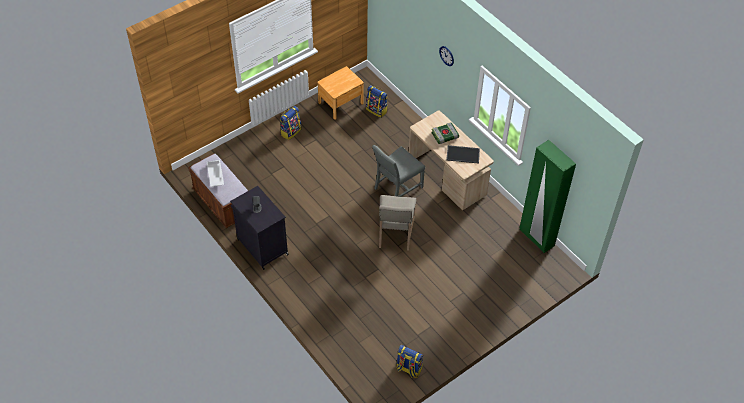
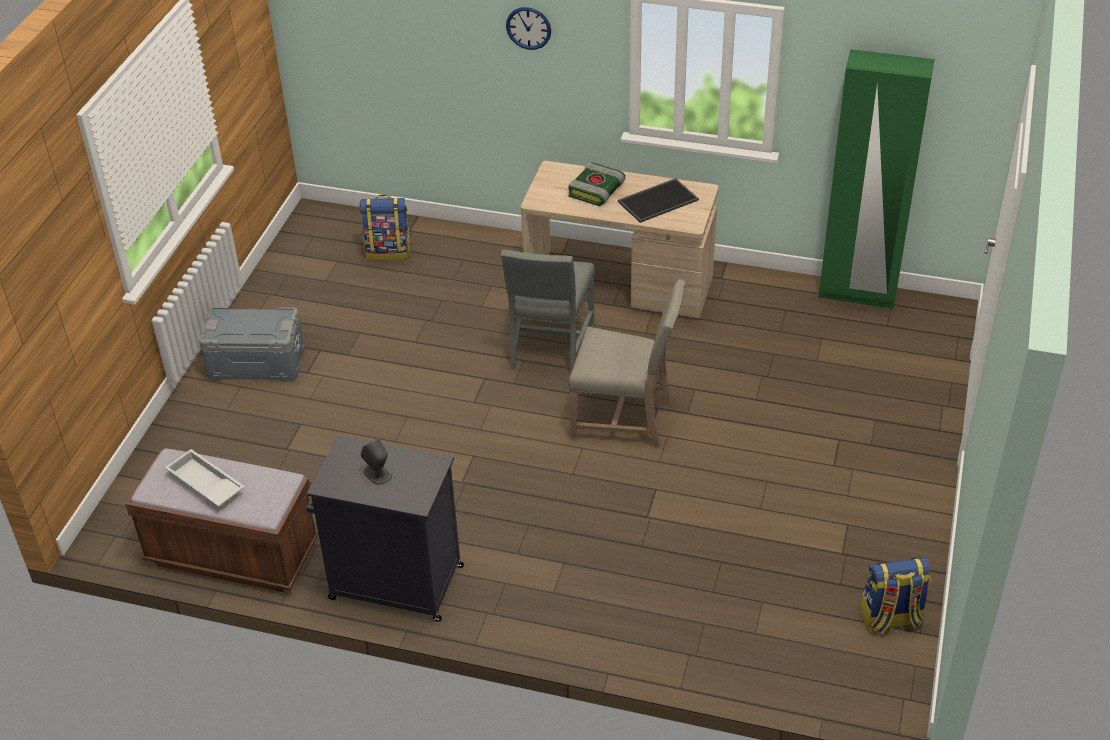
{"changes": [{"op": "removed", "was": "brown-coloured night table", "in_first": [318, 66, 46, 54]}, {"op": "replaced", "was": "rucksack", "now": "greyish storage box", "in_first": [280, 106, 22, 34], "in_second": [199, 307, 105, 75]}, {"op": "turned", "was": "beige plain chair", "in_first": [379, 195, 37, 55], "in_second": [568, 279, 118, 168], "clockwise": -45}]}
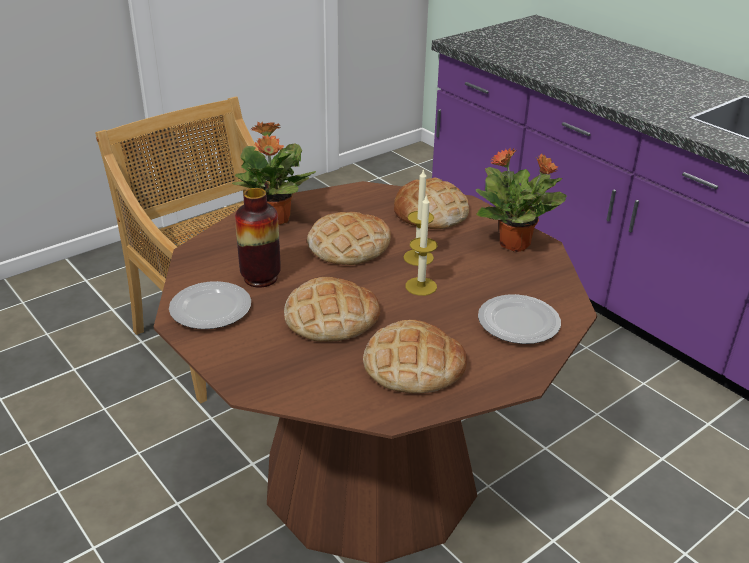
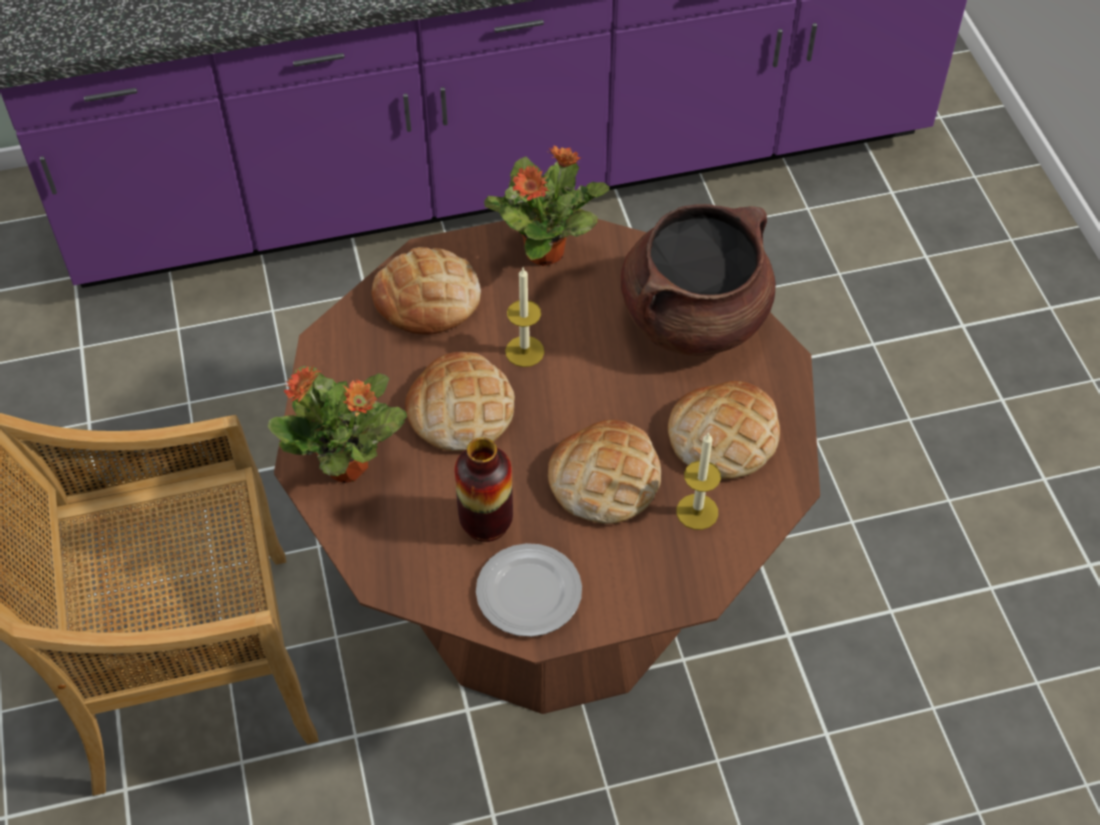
{"changes": [{"op": "moved", "was": "wax candle", "in_first": [405, 194, 33, 102], "in_second": [677, 432, 44, 98]}, {"op": "replaced", "was": "flat dish", "now": "brown-coloured cooking pot", "in_first": [478, 294, 83, 50], "in_second": [621, 204, 154, 152]}]}
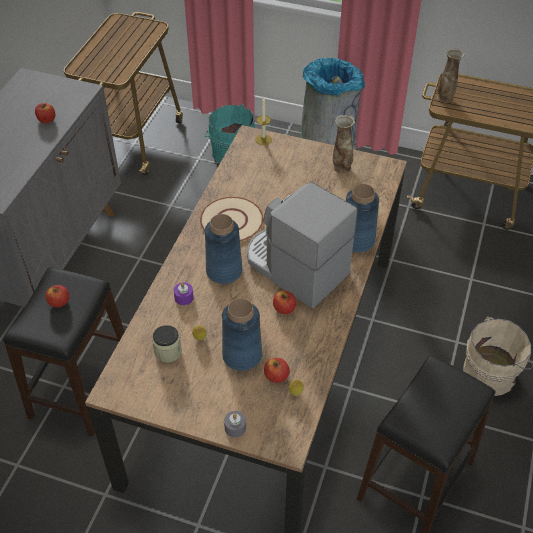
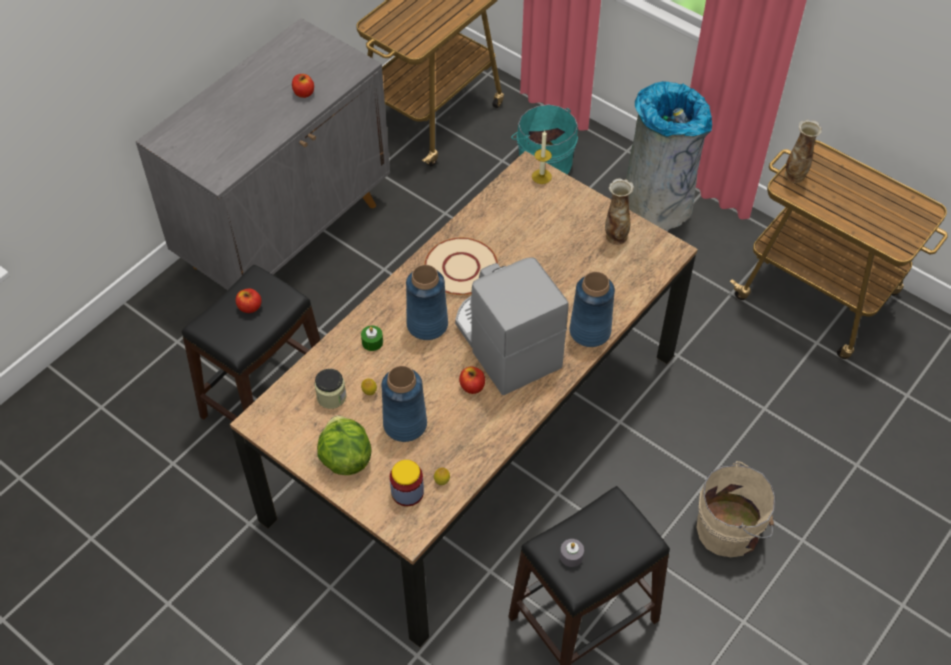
{"changes": [{"op": "removed", "was": "apple fruit", "in_first": [264, 358, 26, 25]}, {"op": "added", "now": "lettuce head", "in_second": [317, 415, 55, 60]}, {"op": "added", "now": "storage jar", "in_second": [390, 460, 34, 46]}, {"op": "moved", "was": "greyish wax candle", "in_first": [224, 411, 22, 26], "in_second": [560, 539, 24, 28]}, {"op": "recoloured", "was": "purple wax candle", "now": "green-coloured wax candle", "in_first": [174, 282, 20, 23], "in_second": [361, 325, 22, 26]}]}
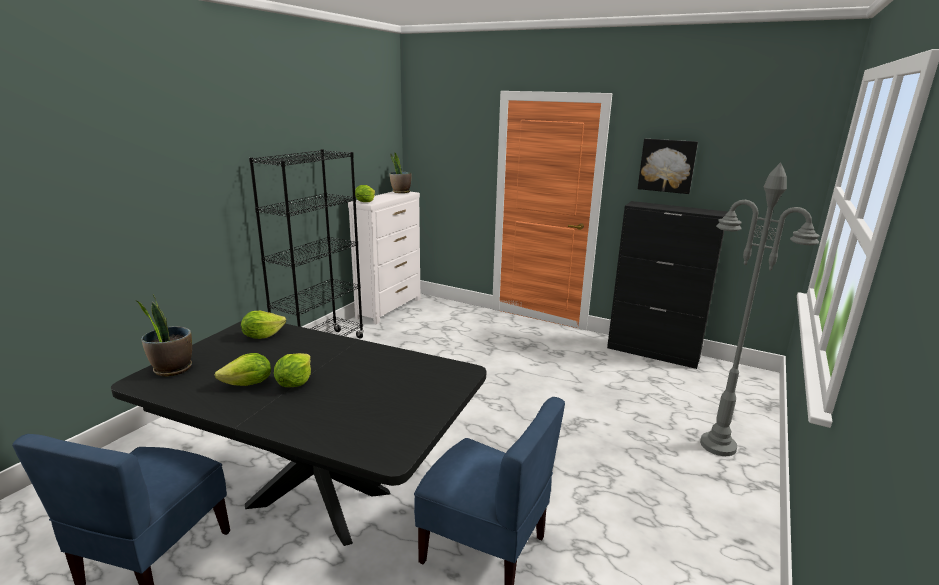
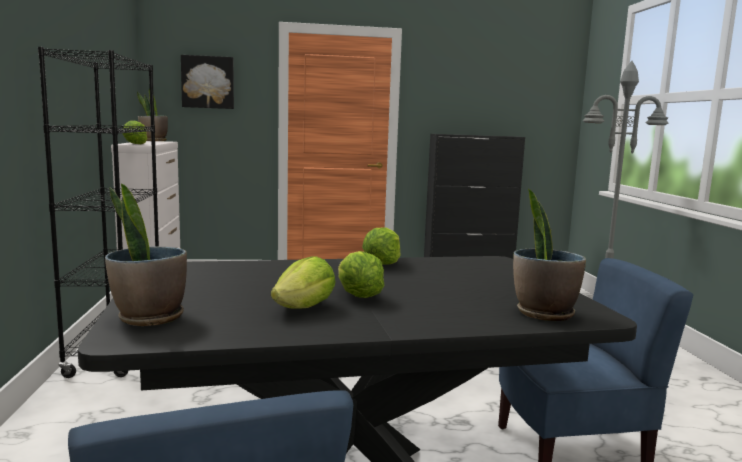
{"changes": [{"op": "added", "now": "potted plant", "in_second": [513, 189, 73, 132]}, {"op": "moved", "was": "lettuce head", "in_first": [241, 311, 45, 28], "in_second": [362, 227, 38, 38]}, {"op": "moved", "was": "wall art", "in_first": [638, 139, 60, 55], "in_second": [181, 55, 53, 54]}]}
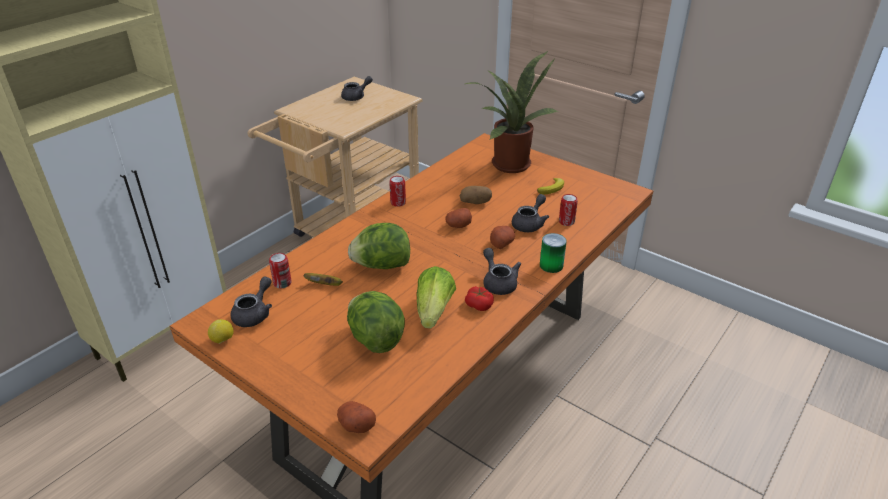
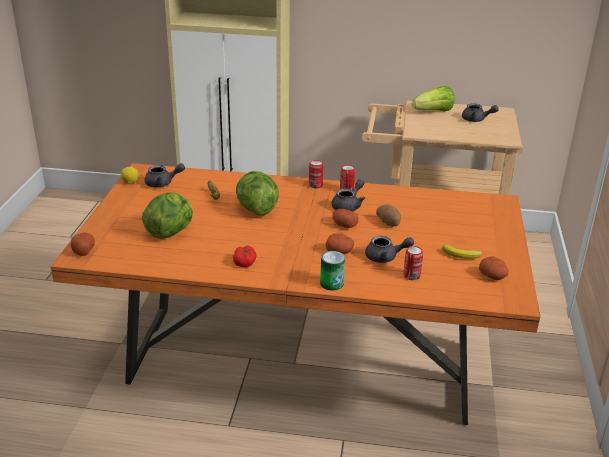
{"changes": [{"op": "removed", "was": "potted plant", "in_first": [465, 51, 93, 122]}, {"op": "added", "now": "whole potato", "in_second": [479, 257, 30, 23]}, {"op": "moved", "was": "sealed can", "in_first": [269, 253, 22, 35], "in_second": [309, 160, 15, 29]}, {"op": "moved", "was": "lettuce head", "in_first": [417, 266, 39, 62], "in_second": [412, 86, 43, 26]}, {"op": "moved", "was": "greyish pot for tea", "in_first": [483, 248, 38, 47], "in_second": [332, 179, 33, 32]}]}
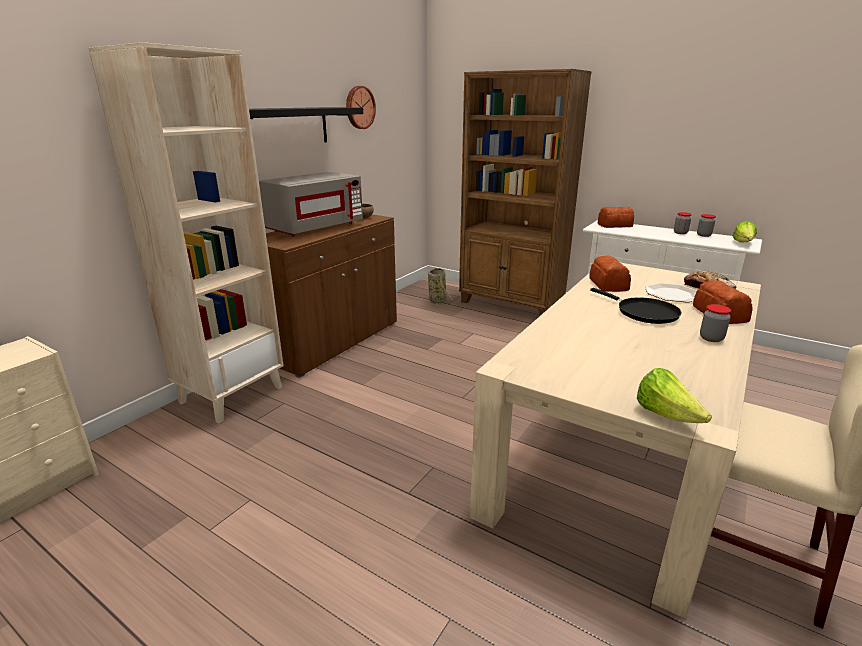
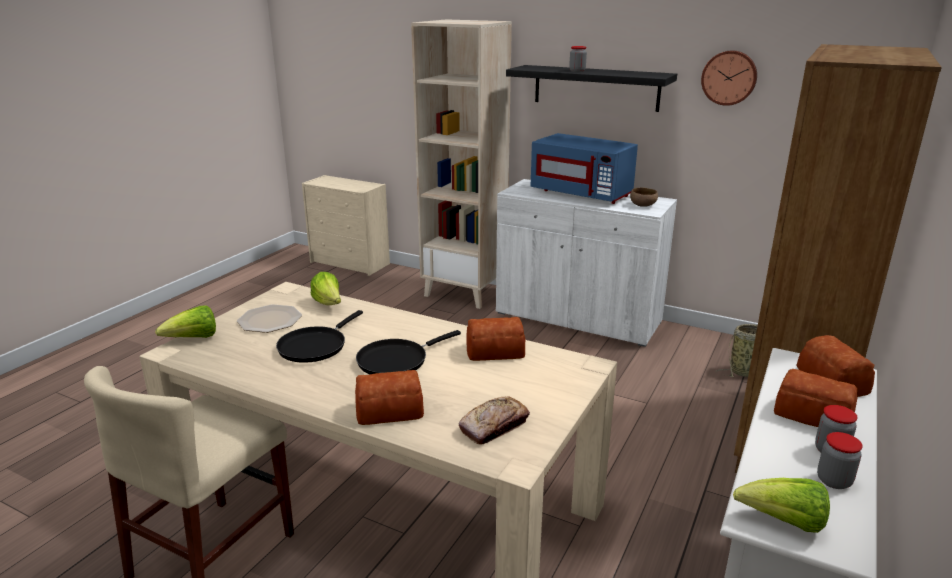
{"changes": [{"op": "added", "now": "blackish skillet", "in_second": [276, 310, 87, 53]}, {"op": "added", "now": "lettuce head", "in_second": [310, 272, 31, 33]}, {"op": "added", "now": "bakery bread", "in_second": [774, 369, 83, 58]}, {"op": "moved", "was": "flat dish", "in_first": [645, 283, 52, 19], "in_second": [237, 304, 65, 29]}, {"op": "moved", "was": "storage jar", "in_first": [700, 304, 31, 38], "in_second": [569, 46, 18, 26]}, {"op": "recoloured", "was": "greyish kitchen microwave", "now": "bluish kitchen microwave", "in_first": [259, 172, 104, 65], "in_second": [530, 133, 108, 71]}, {"op": "recoloured", "was": "brown-coloured cupboard", "now": "white-coloured cupboard", "in_first": [266, 215, 131, 163], "in_second": [496, 179, 181, 168]}]}
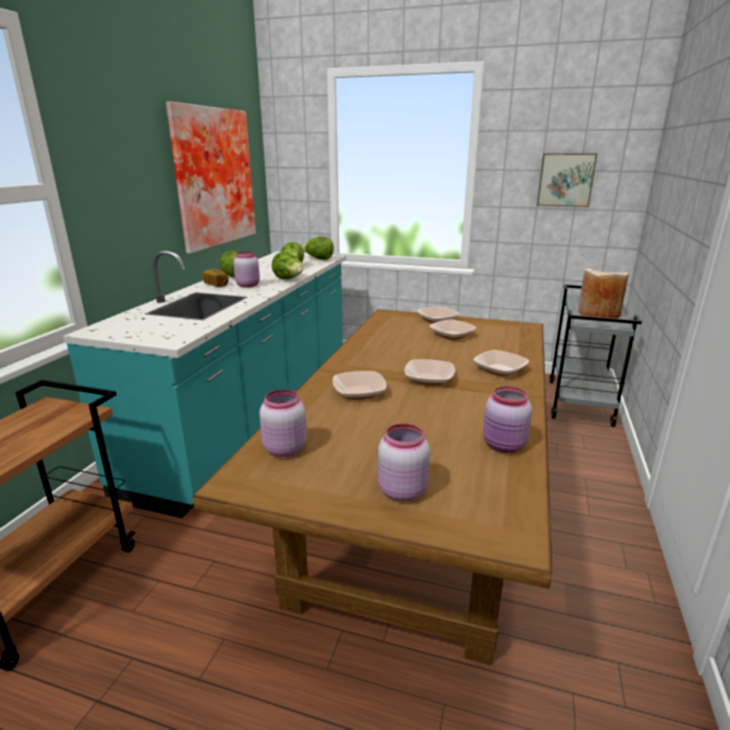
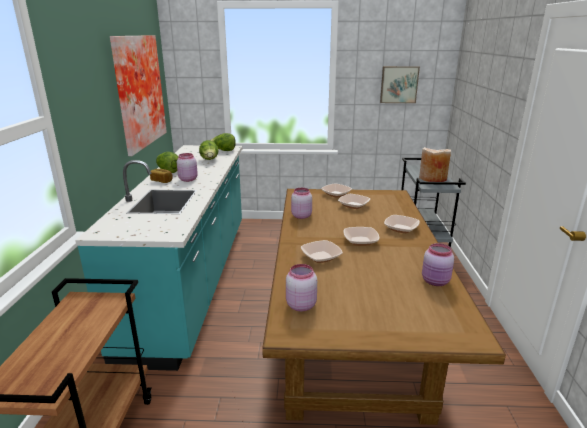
{"changes": [{"op": "removed", "was": "lettuce head", "in_first": [272, 252, 31, 27]}, {"op": "moved", "was": "pinkish storage jar", "in_first": [378, 424, 52, 78], "in_second": [291, 188, 21, 31]}]}
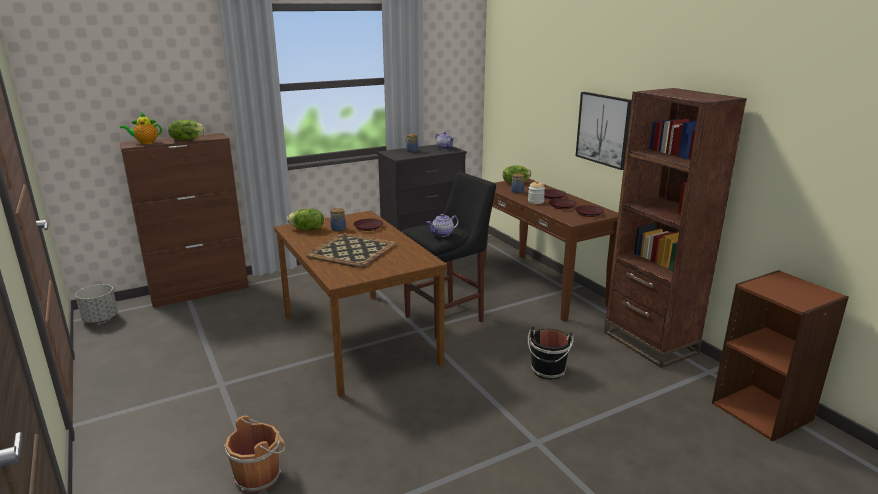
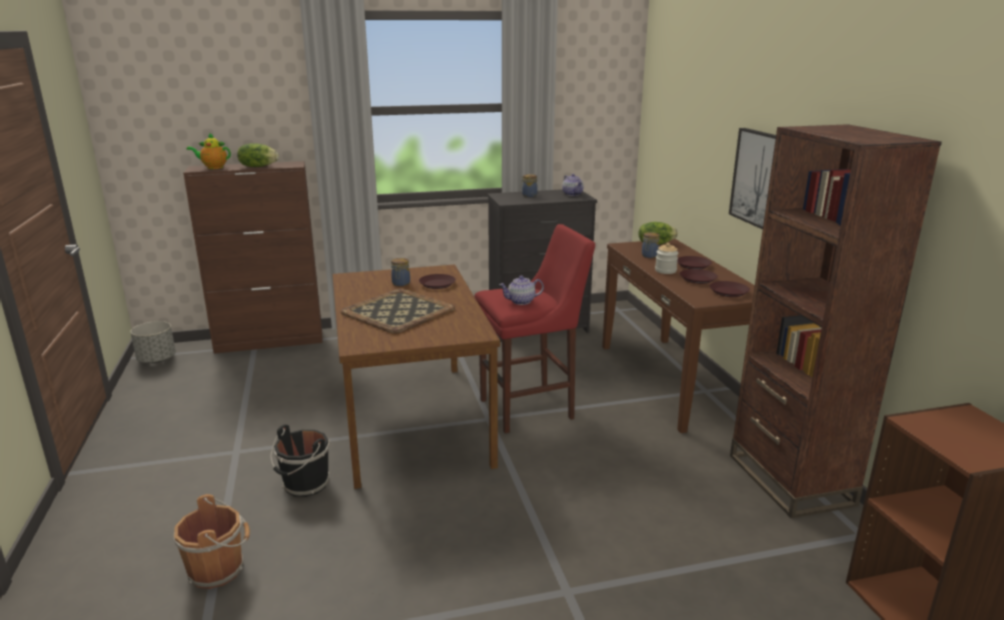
{"changes": [{"op": "removed", "was": "lettuce head", "in_first": [287, 209, 37, 21]}, {"op": "moved", "was": "blackish water bucket", "in_first": [528, 327, 46, 53], "in_second": [270, 424, 60, 73]}, {"op": "recoloured", "was": "blackish stool", "now": "red stool", "in_first": [401, 172, 95, 167], "in_second": [474, 224, 121, 209]}]}
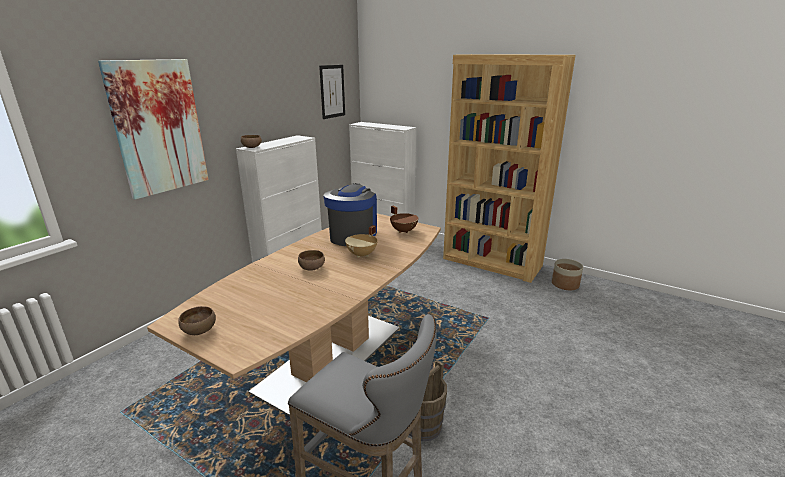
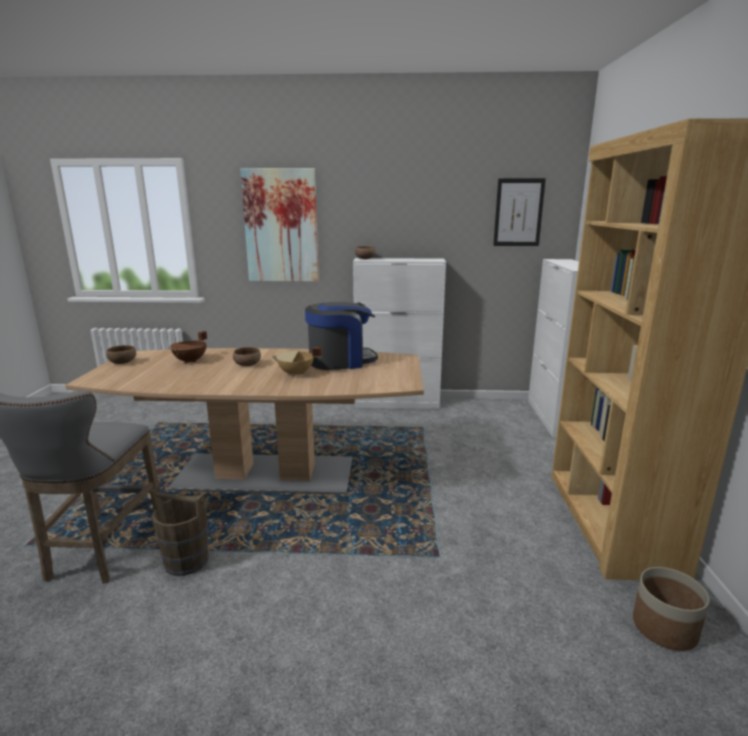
{"changes": [{"op": "moved", "was": "brown-coloured cooking pot", "in_first": [390, 206, 29, 28], "in_second": [170, 331, 37, 33]}]}
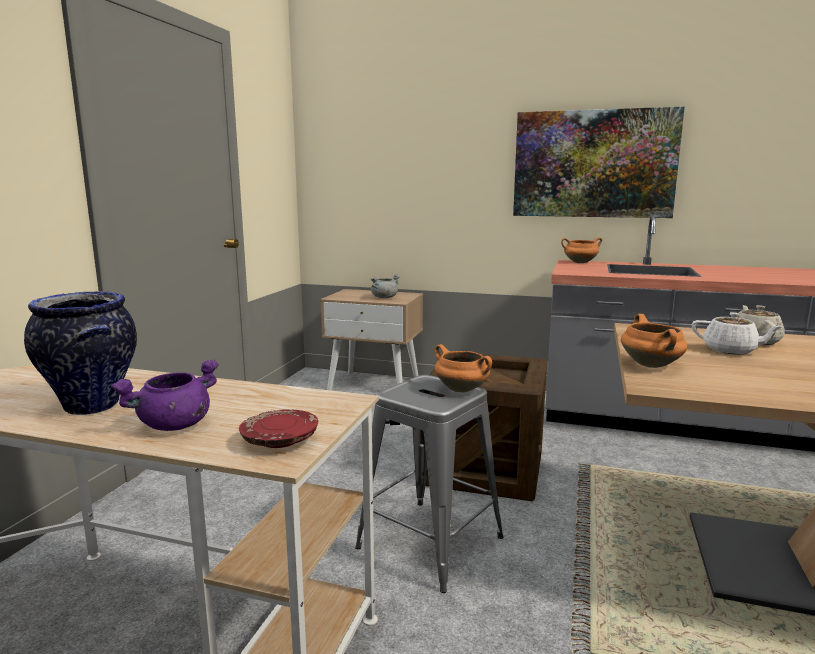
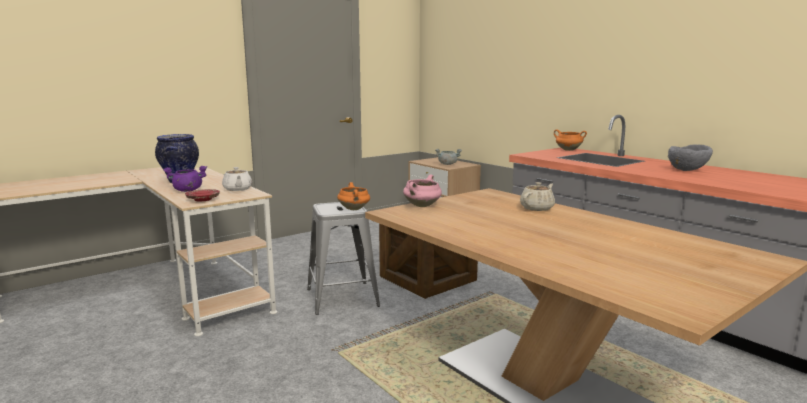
{"changes": [{"op": "removed", "was": "wall art", "in_first": [513, 106, 172, 112]}, {"op": "added", "now": "greyish bowl", "in_second": [668, 144, 45, 27]}, {"op": "moved", "was": "white-coloured pot for tea", "in_first": [691, 312, 93, 43], "in_second": [222, 167, 30, 24]}, {"op": "recoloured", "was": "orange cooking pot", "now": "pinkish cooking pot", "in_first": [621, 314, 66, 54], "in_second": [403, 175, 39, 32]}]}
